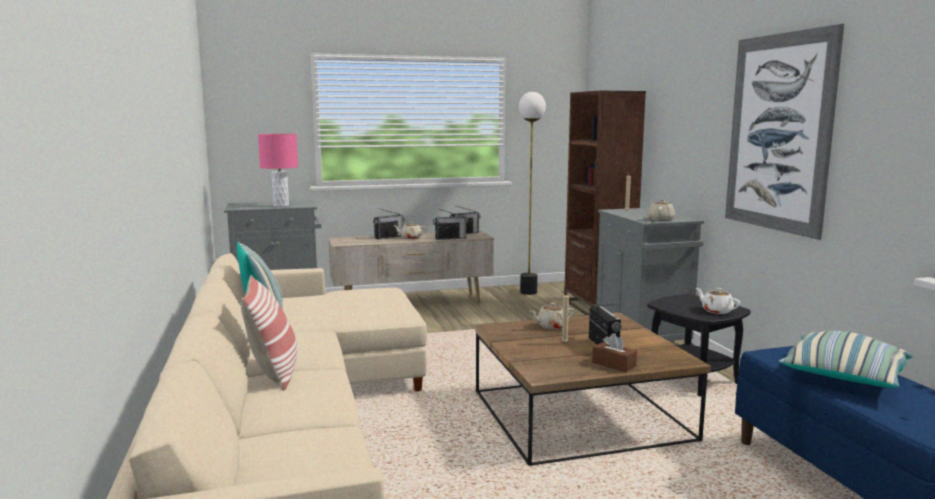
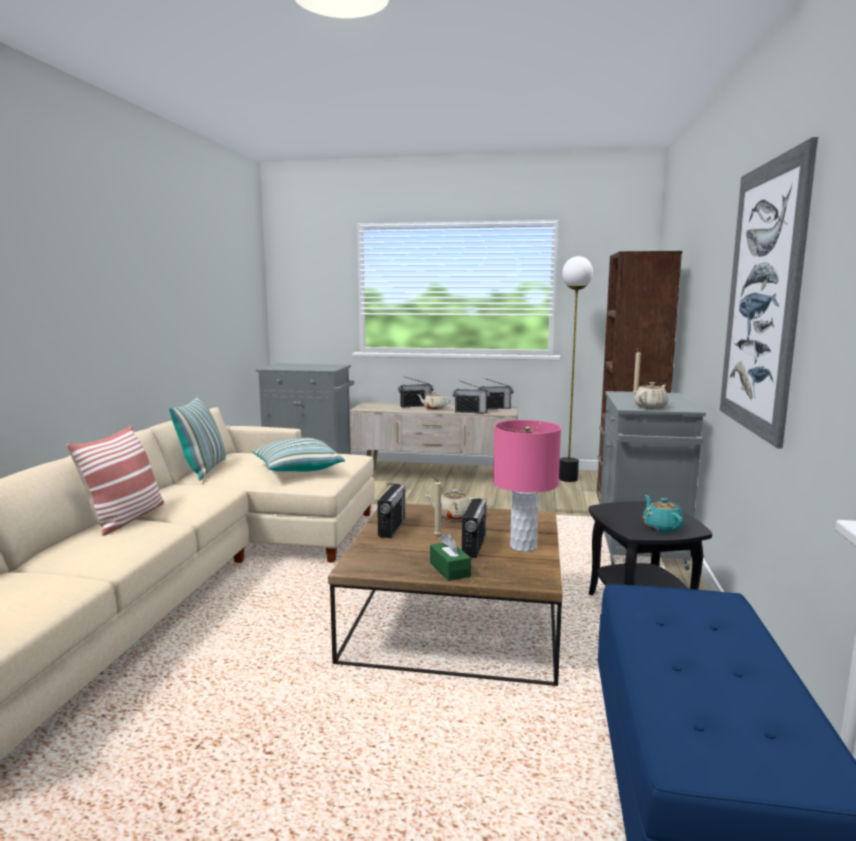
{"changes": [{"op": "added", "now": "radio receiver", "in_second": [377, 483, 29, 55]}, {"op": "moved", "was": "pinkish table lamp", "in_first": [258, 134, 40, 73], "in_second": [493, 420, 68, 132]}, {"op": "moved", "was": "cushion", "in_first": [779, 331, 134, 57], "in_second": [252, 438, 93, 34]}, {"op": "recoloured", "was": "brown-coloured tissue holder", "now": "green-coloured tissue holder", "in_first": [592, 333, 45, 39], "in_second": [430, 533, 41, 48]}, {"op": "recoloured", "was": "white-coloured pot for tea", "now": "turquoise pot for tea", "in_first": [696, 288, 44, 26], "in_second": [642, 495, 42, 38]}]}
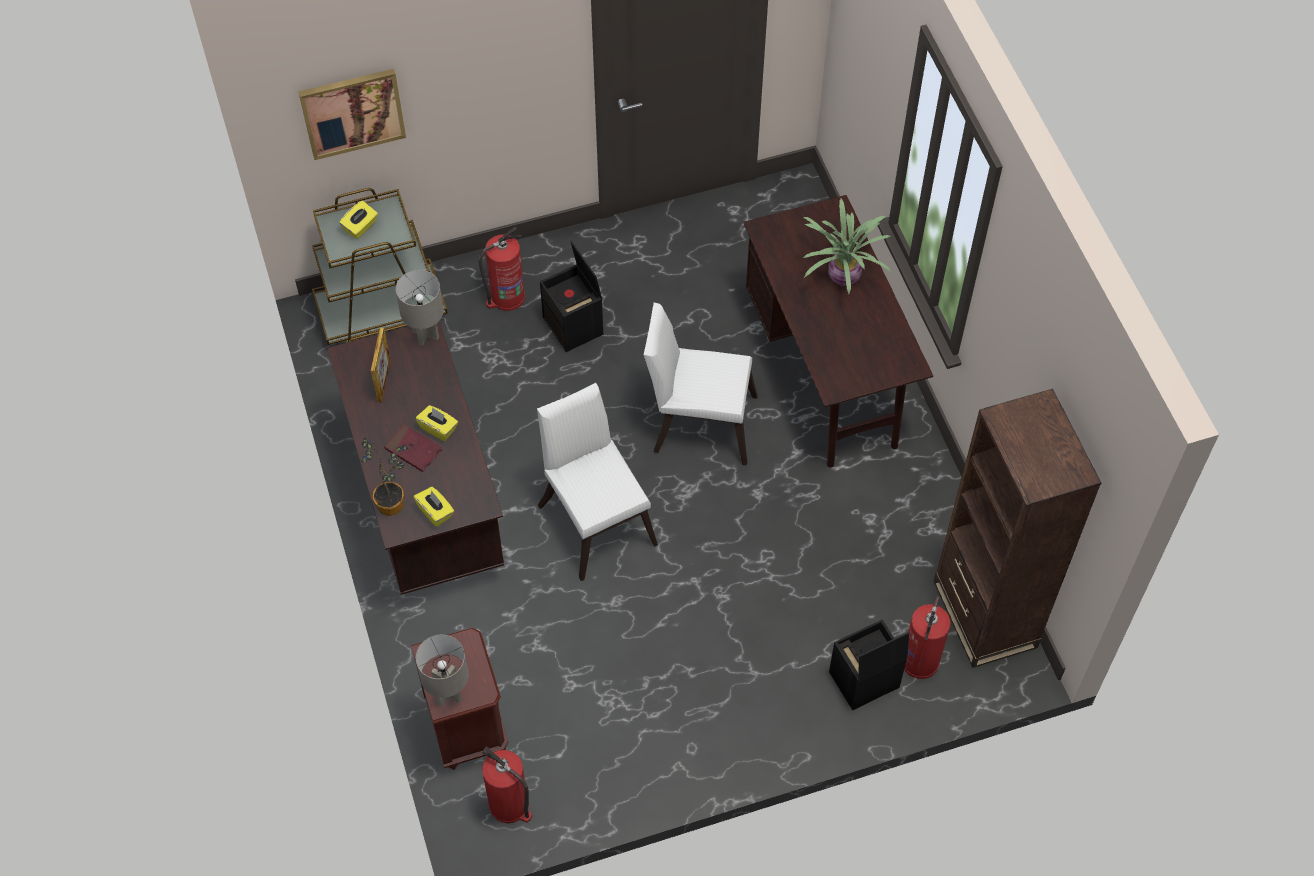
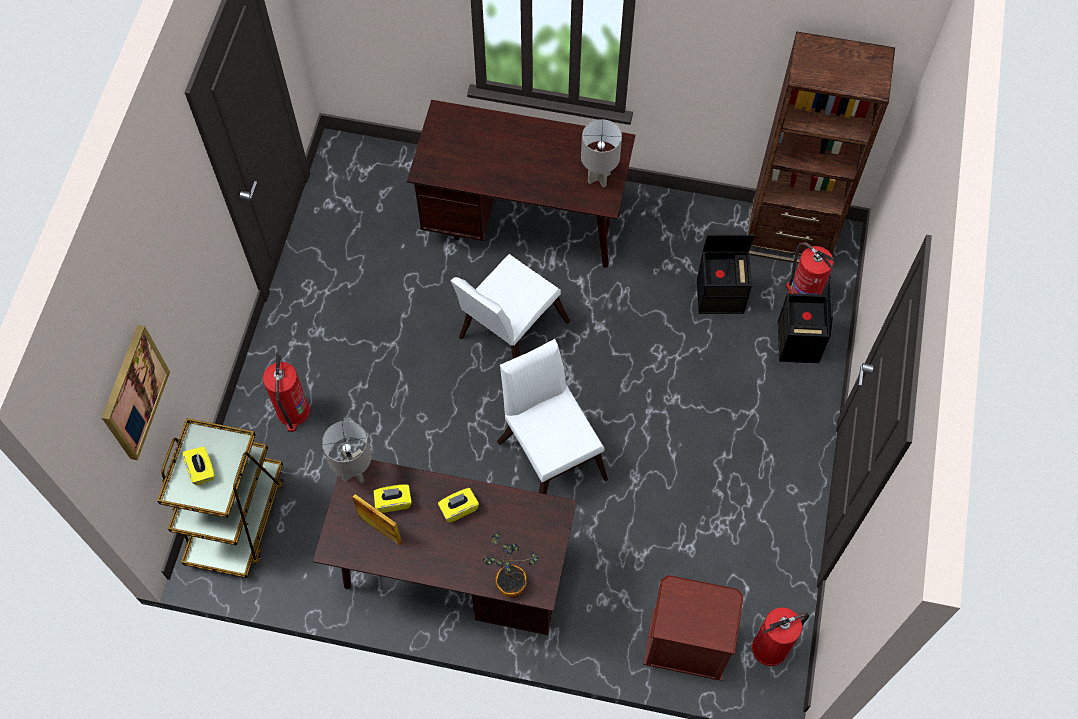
{"changes": [{"op": "removed", "was": "red bound book", "in_first": [384, 425, 58, 47]}, {"op": "removed", "was": "potted plant", "in_first": [803, 198, 88, 96]}, {"op": "moved", "was": "yellow-coloured tissue holder", "in_first": [413, 487, 41, 40], "in_second": [374, 484, 38, 29]}, {"op": "moved", "was": "greyish table lamp", "in_first": [416, 635, 53, 72], "in_second": [581, 119, 41, 69]}, {"op": "moved", "was": "blackish storage box", "in_first": [540, 240, 63, 112], "in_second": [697, 234, 58, 80]}, {"op": "turned", "was": "white-coloured plain chair", "in_first": [537, 383, 121, 198], "in_second": [497, 339, 111, 155], "clockwise": 60}]}
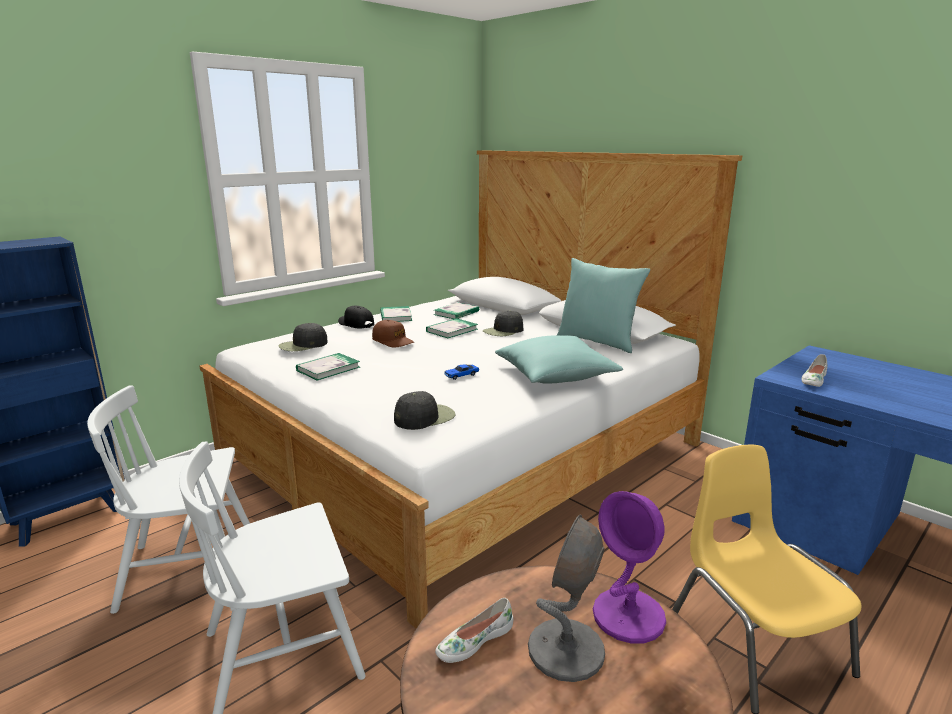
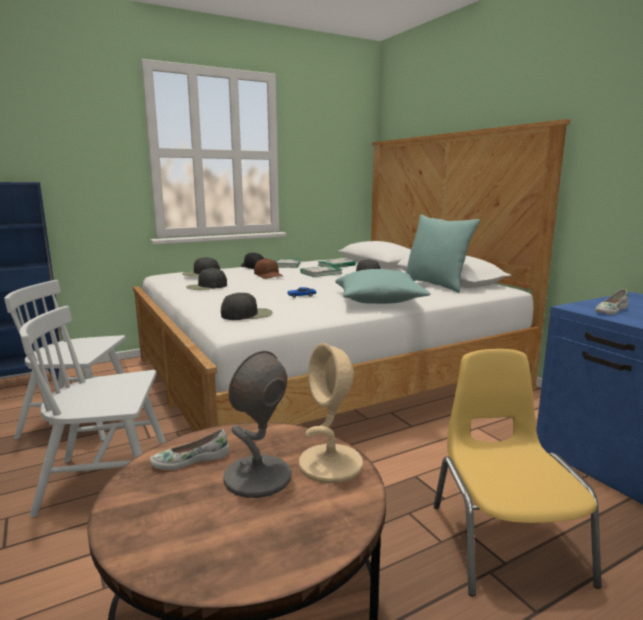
{"changes": [{"op": "replaced", "was": "bound book", "now": "blackish baseball cap", "in_first": [296, 353, 64, 27], "in_second": [186, 268, 41, 22]}, {"op": "recoloured", "was": "purple table lamp", "now": "beige table lamp", "in_first": [593, 491, 73, 152], "in_second": [299, 343, 64, 140]}]}
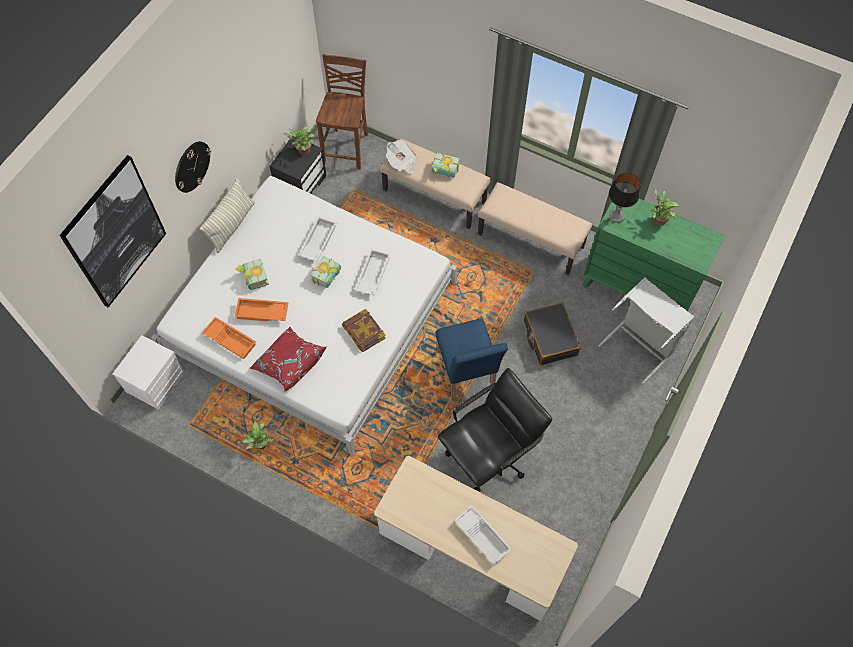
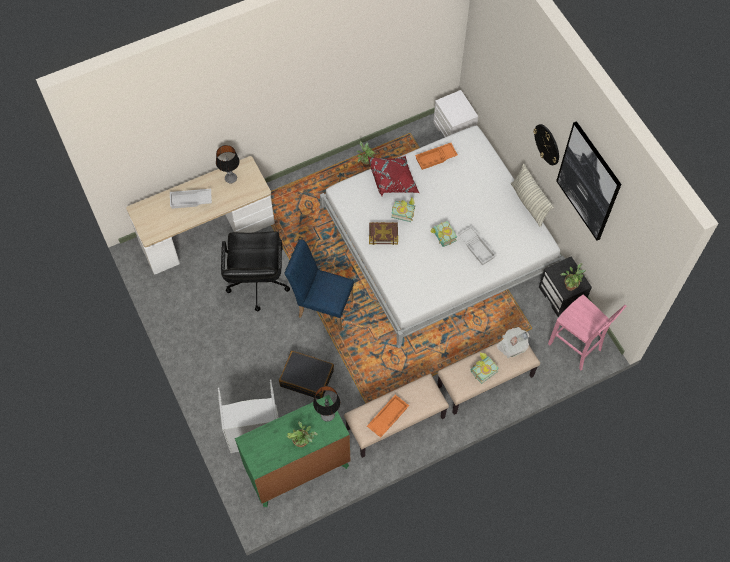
{"changes": [{"op": "removed", "was": "white-coloured serving tray", "in_first": [355, 249, 35, 47]}, {"op": "added", "now": "table lamp", "in_second": [216, 145, 23, 38]}, {"op": "moved", "was": "wall art", "in_first": [59, 155, 107, 152], "in_second": [556, 121, 65, 120]}, {"op": "moved", "was": "bound book", "in_first": [235, 259, 34, 31], "in_second": [391, 197, 24, 25]}, {"op": "moved", "was": "orange serving tray", "in_first": [235, 298, 54, 23], "in_second": [367, 395, 42, 43]}, {"op": "recoloured", "was": "brown-coloured plain chair", "now": "pinkish plain chair", "in_first": [316, 54, 52, 116], "in_second": [548, 295, 78, 75]}]}
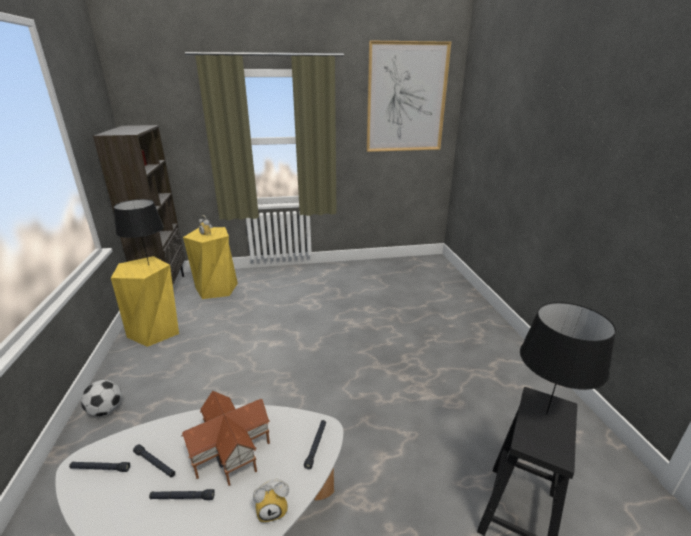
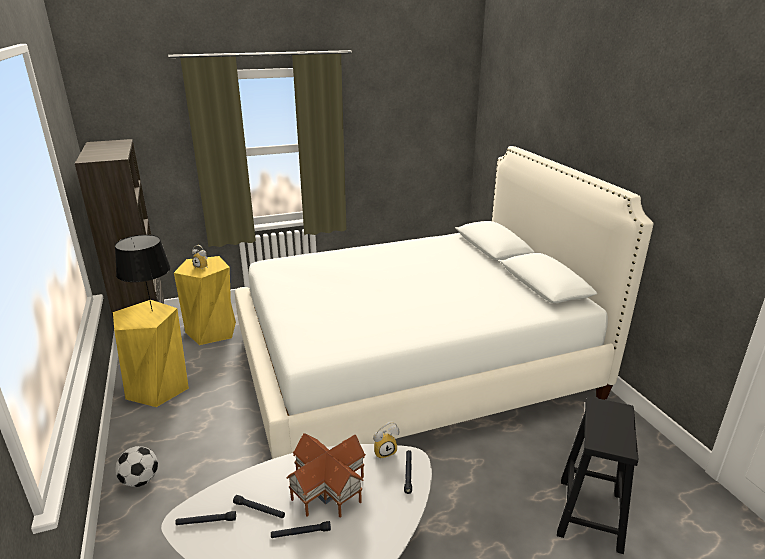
{"changes": [{"op": "removed", "was": "wall art", "in_first": [367, 41, 84, 111]}, {"op": "removed", "was": "blackish table lamp", "in_first": [520, 302, 96, 113]}, {"op": "added", "now": "white-coloured bed", "in_second": [235, 146, 419, 313]}, {"op": "moved", "was": "alarm clock", "in_first": [253, 479, 36, 43], "in_second": [373, 421, 26, 39]}]}
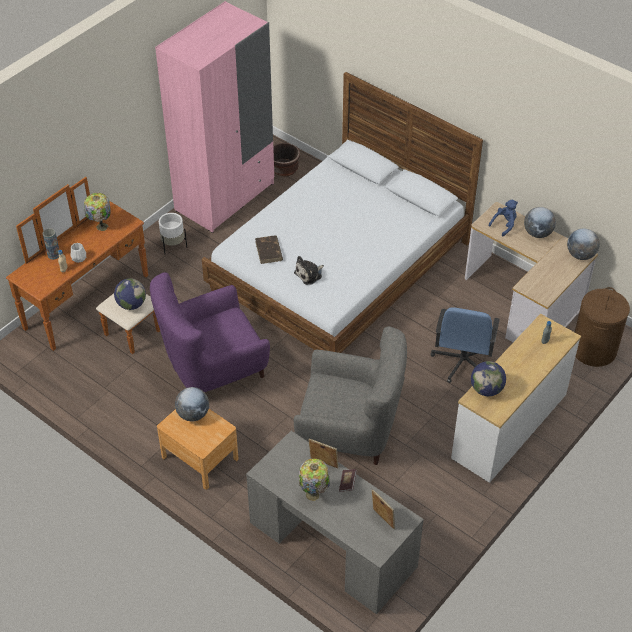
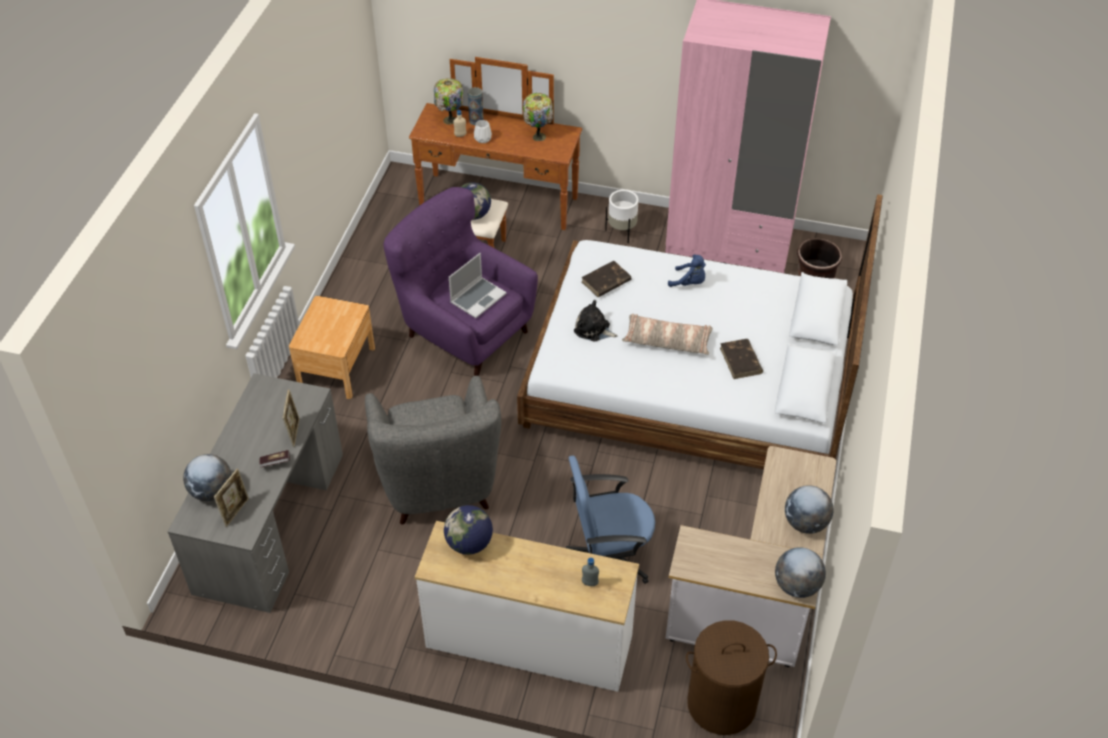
{"changes": [{"op": "added", "now": "portable computer", "in_second": [449, 253, 58, 65]}, {"op": "added", "now": "cushion", "in_second": [622, 314, 91, 41]}, {"op": "added", "now": "brown-coloured bound book", "in_second": [720, 339, 43, 40]}, {"op": "moved", "was": "desk globe", "in_first": [175, 387, 34, 34], "in_second": [183, 454, 49, 47]}, {"op": "moved", "was": "table lamp", "in_first": [299, 458, 31, 43], "in_second": [434, 78, 30, 47]}, {"op": "moved", "was": "bluish plush toy", "in_first": [489, 200, 29, 36], "in_second": [668, 255, 38, 32]}]}
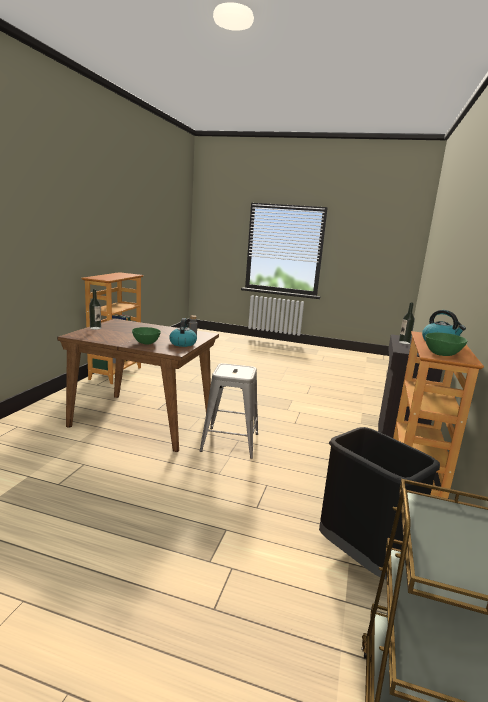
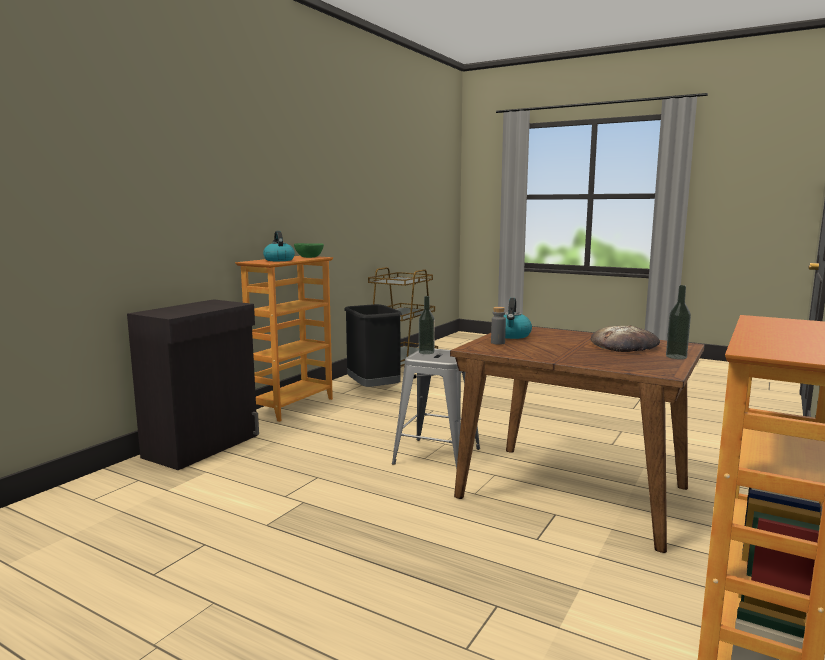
{"changes": [{"op": "removed", "was": "green-coloured bowl", "in_first": [132, 327, 29, 18]}, {"op": "added", "now": "bakery bread", "in_second": [591, 325, 69, 27]}, {"op": "moved", "was": "bottle", "in_first": [399, 302, 16, 42], "in_second": [419, 296, 16, 58]}]}
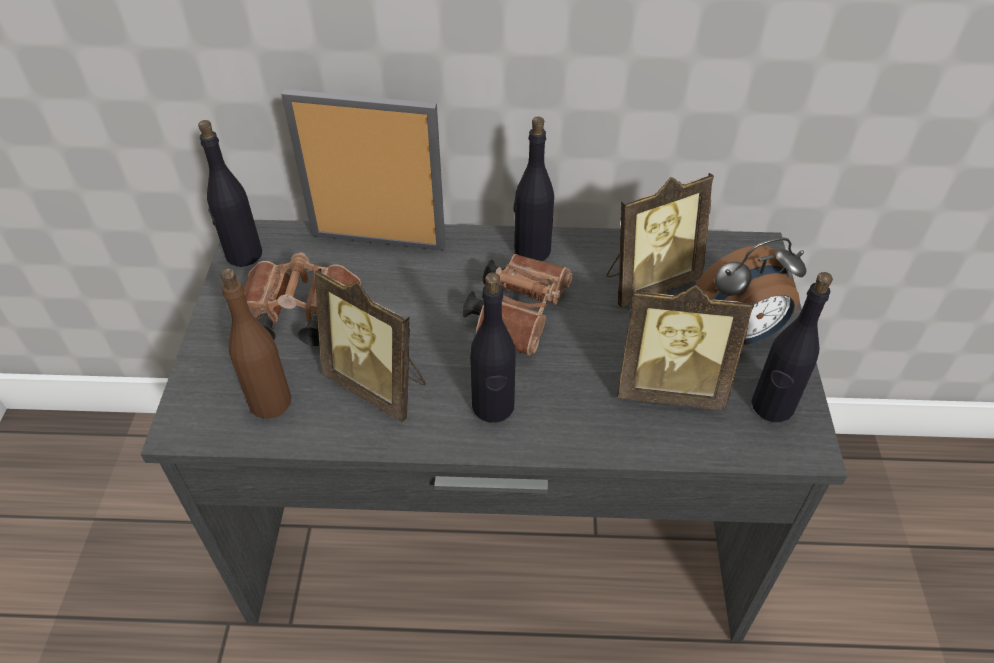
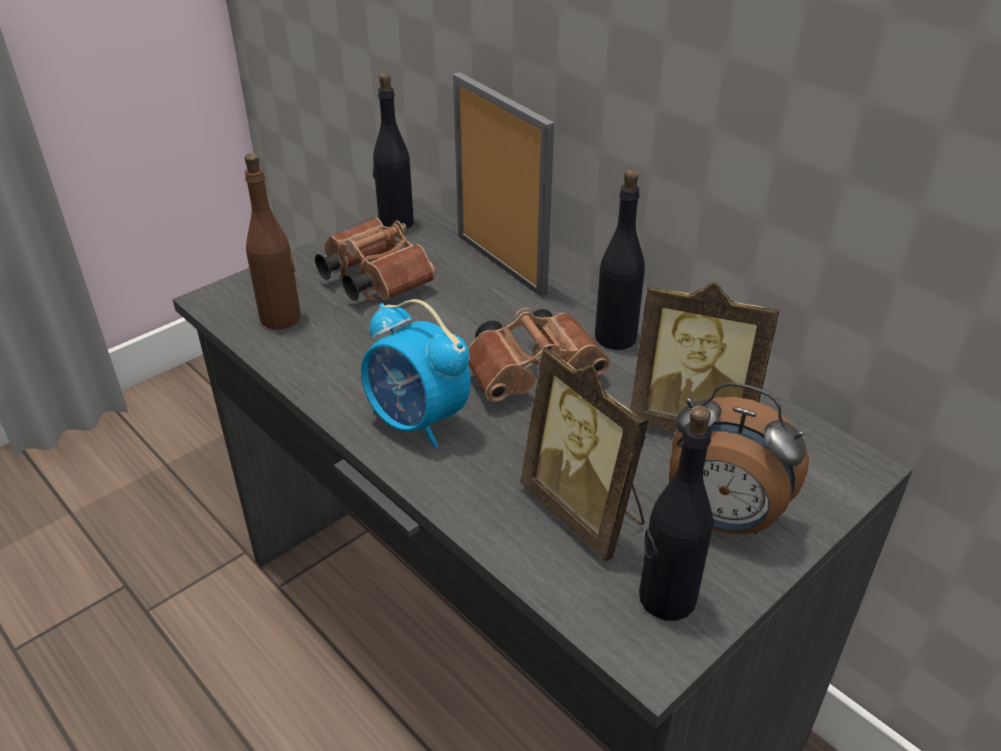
{"changes": [{"op": "removed", "was": "standing frame", "in_first": [315, 268, 111, 154]}, {"op": "replaced", "was": "blackish bottle", "now": "alarm clock", "in_first": [470, 272, 46, 151], "in_second": [361, 299, 110, 149]}]}
